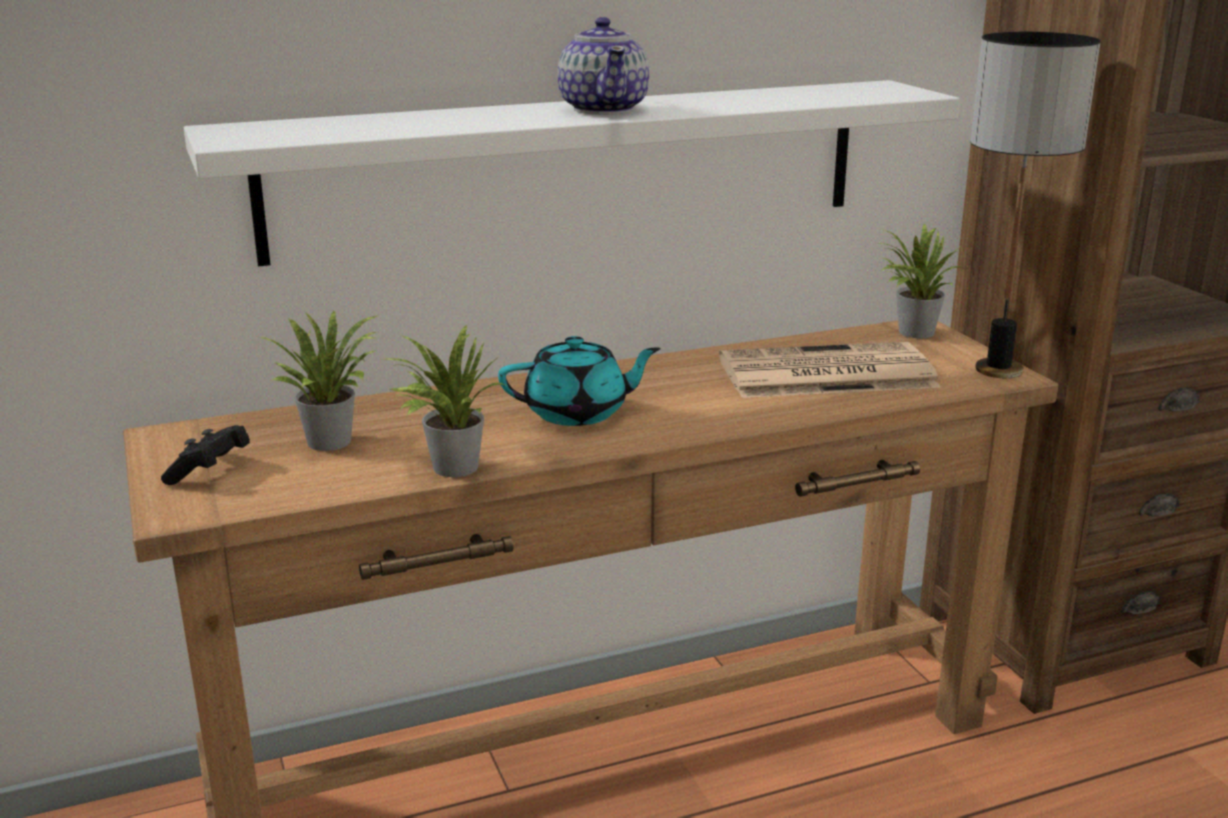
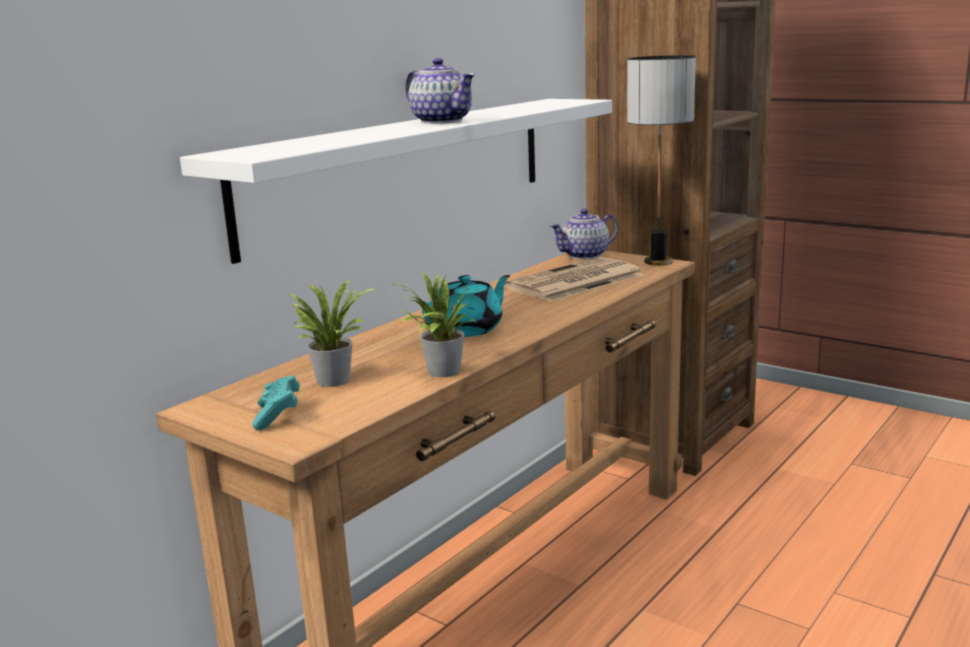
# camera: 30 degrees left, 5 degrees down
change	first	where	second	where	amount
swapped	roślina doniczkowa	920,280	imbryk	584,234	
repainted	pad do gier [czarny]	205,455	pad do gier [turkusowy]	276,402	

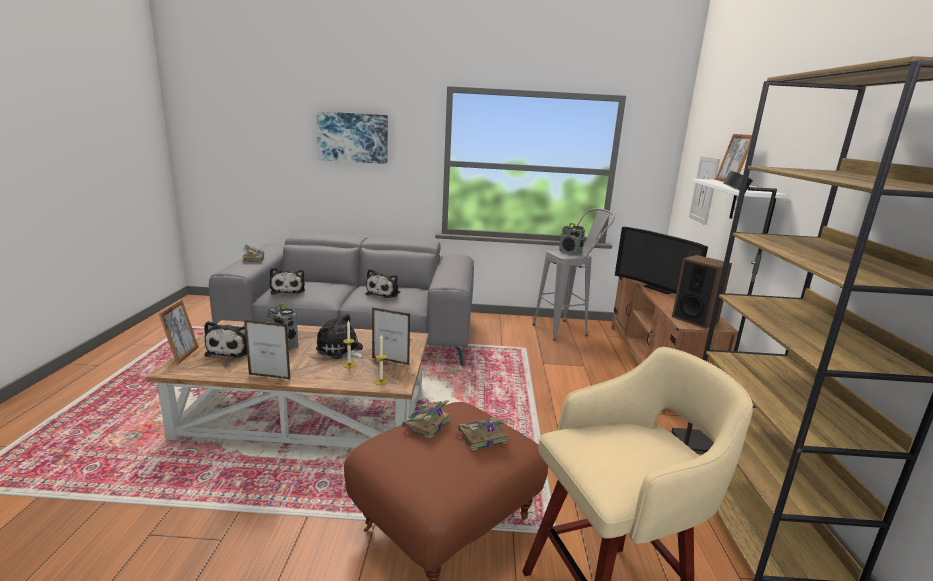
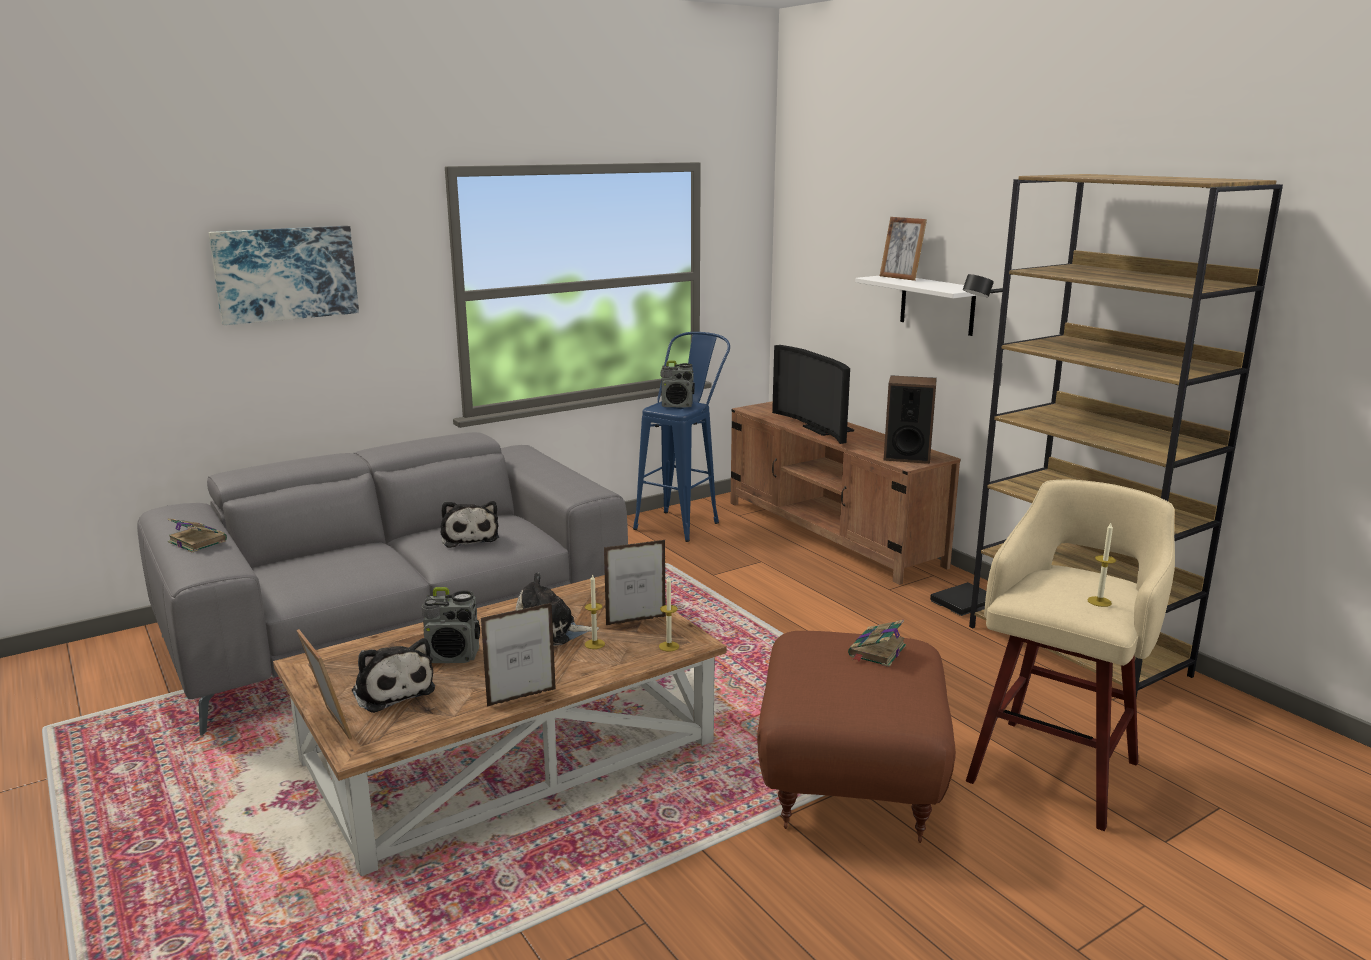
# camera: 35 degrees left, 0 degrees up
change	first	where	second	where	amount
gone	pluszak	287,281			
gone	książka	426,419			
gone	obraz	704,190			
new			świeca	1101,565	
repainted	stołek [szary]	573,274	stołek [niebieski]	681,437	
rotated	telewizor	661,260		813,394	45 degrees clockwise

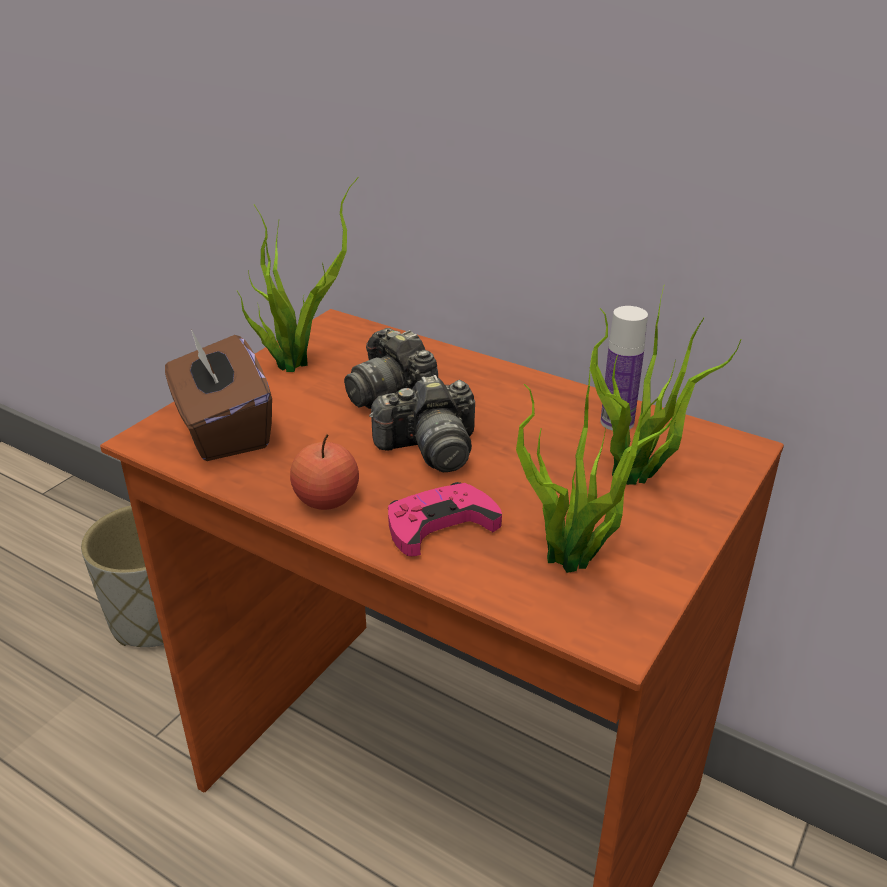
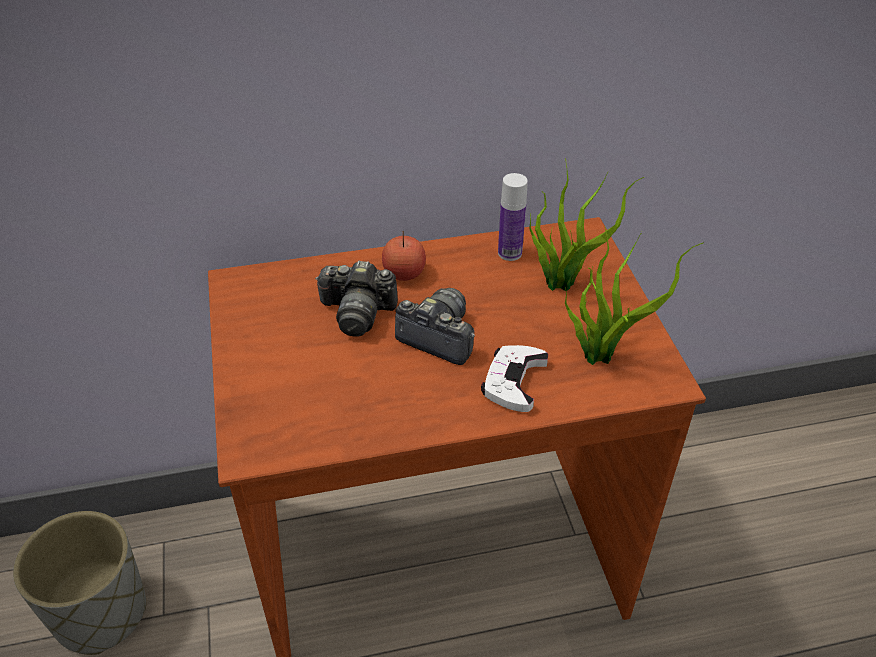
# camera: 45 degrees left, 10 degrees up
change	first	where	second	where	amount
gone	pudełko chusteczek [brązowy]	218,395			
gone	roślina doniczkowa	298,274			
shifted	jabłko	324,472		404,256	
repainted	pad do gier [różowy]	445,519	pad do gier [biały]	514,378	
rotated	aparat fotograficzny	422,423		435,326	90 degrees counterclockwise

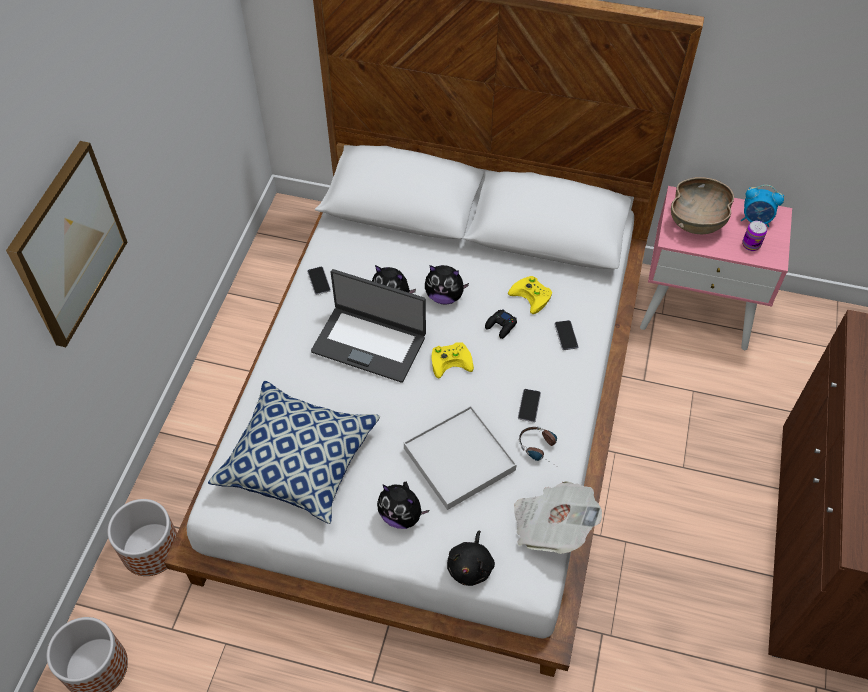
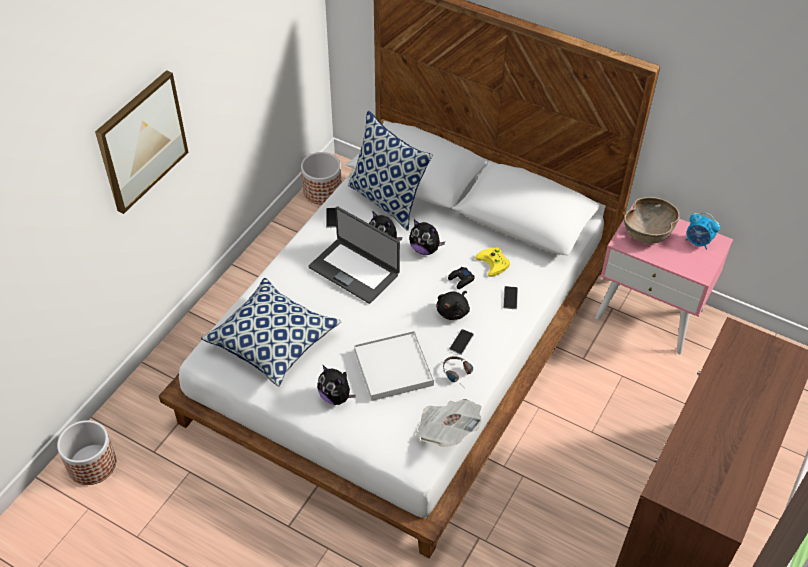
# camera: 15 degrees right, 5 degrees down
change	first	where	second	where	amount
gone	pad do gier [żółty]	452,360			
gone	puszka	754,236			
new			poduszka	390,171	
shifted	donica	142,537		321,178	
shifted	pluszak [czarny]	471,558		453,305	

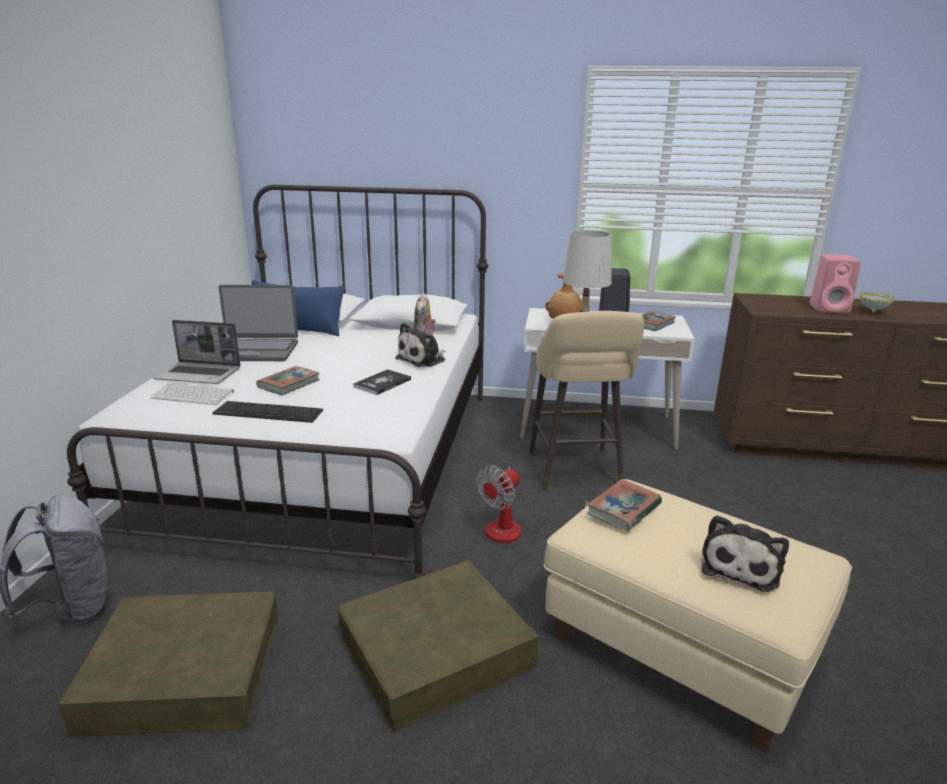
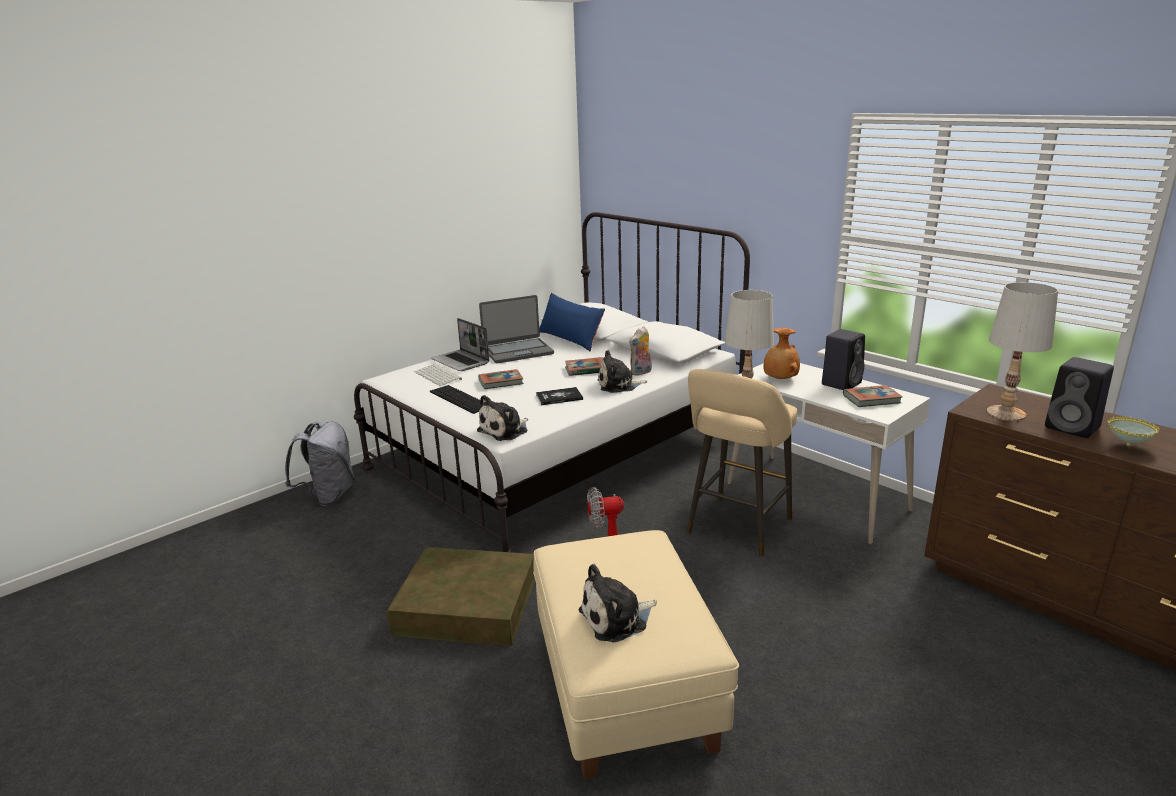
# camera: 40 degrees right, 0 degrees up
change	first	where	second	where	amount
gone	pojemnik do przechowywania [brązowy]	168,664			
new			pluszak	502,418	
new			lampa stołowa [biały]	1022,351	
shifted	książka	624,505		584,366	
repainted	głośnik [różowy]	835,283	głośnik [czarny]	1079,397	
rotated	laptop	258,323		516,329	60 degrees counterclockwise

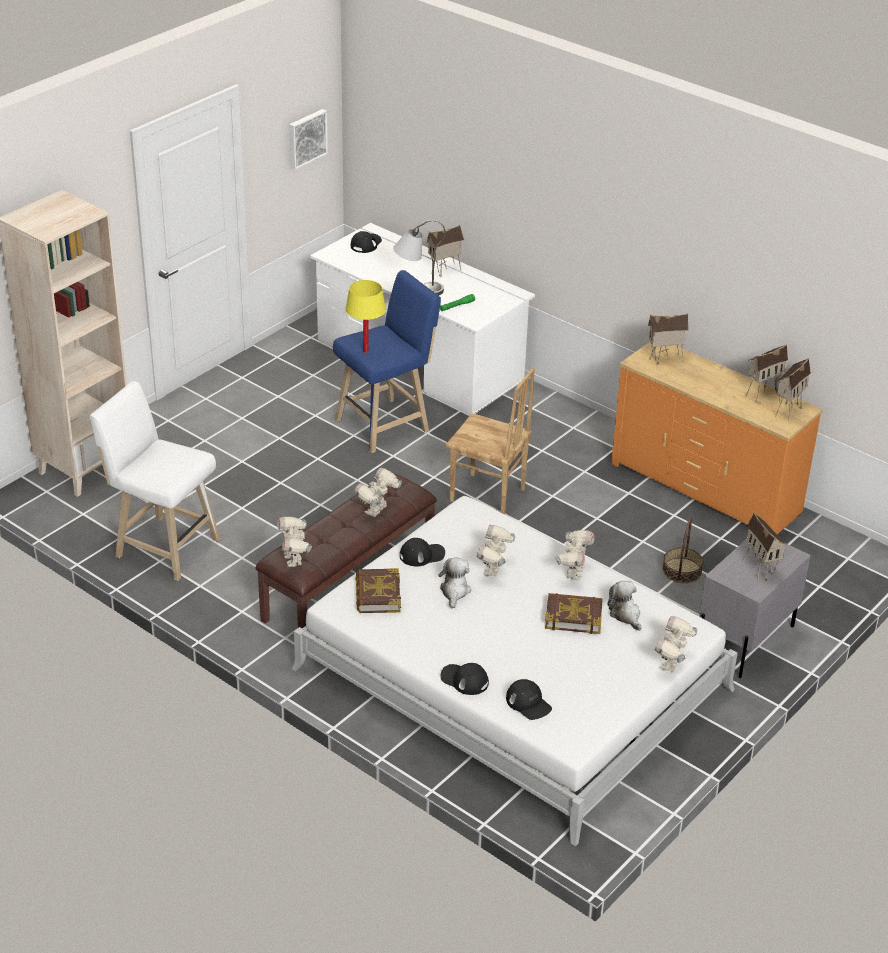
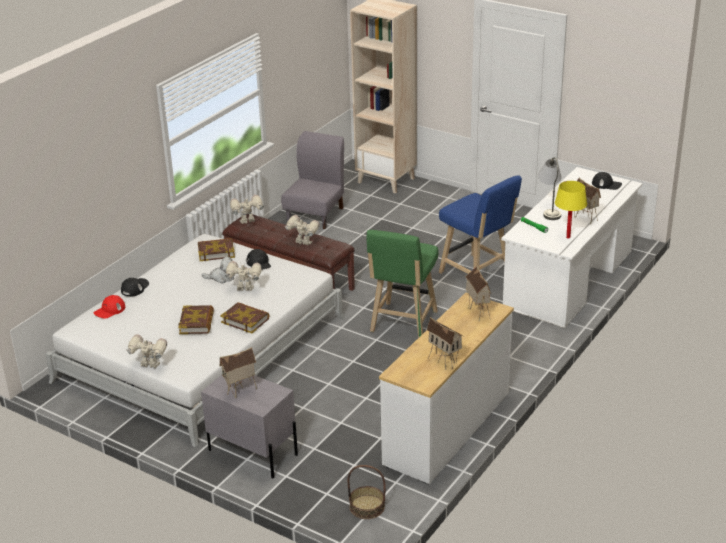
# camera: 85 degrees right, 5 degrees down
change	first	where	second	where	amount
gone	obraz	309,139			
gone	pluszak	624,606			
gone	domek	793,390			
shifted	lampa stołowa [żółty]	365,316		571,209	
shifted	koszyk	682,550		367,492	
swapped	stołek [biały]	155,481	krzesło [szary]	312,180	
swapped	krzesło [brązowy]	490,441	stołek [zielony]	402,284	
swapped	robot zabawkowy	574,555	książka	245,317	
repainted	czapka z daszkiem [czarny]	529,699	czapka z daszkiem [czerwony]	109,307	
repainted	komoda [pomarańczowy]	717,437	komoda [biały]	446,388	

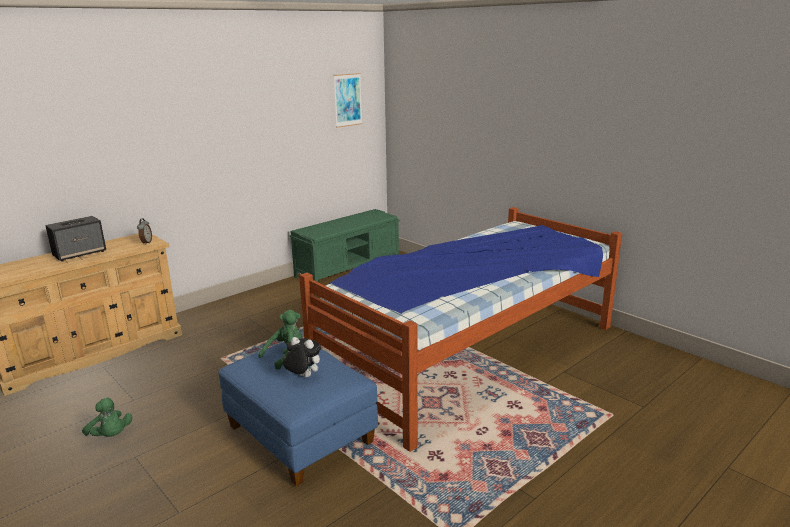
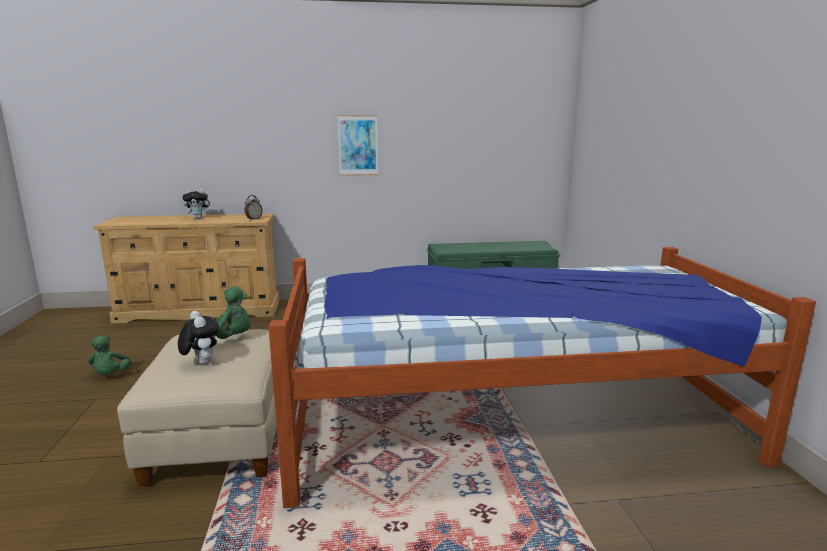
# camera: 35 degrees right, 5 degrees down
change	first	where	second	where	amount
shifted	obraz	348,100		358,145	
swapped	głośnik	75,239	pluszak	197,204	
repainted	pufa [niebieski]	298,414	pufa [beżowy]	197,408	

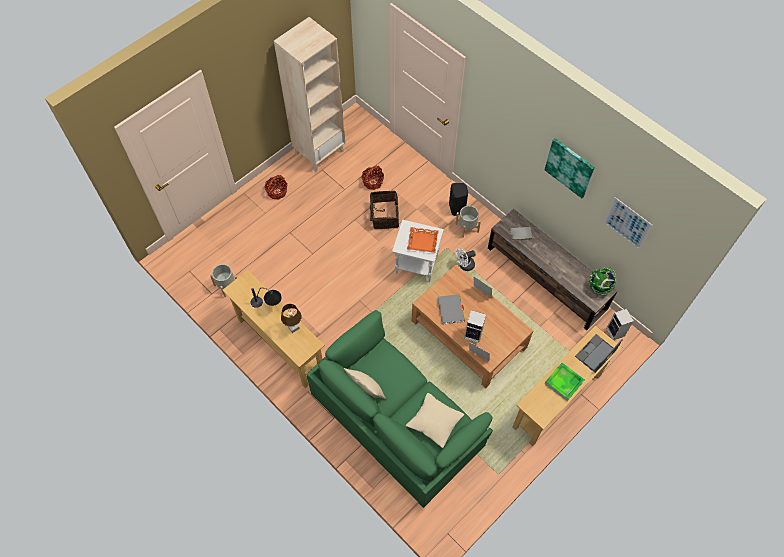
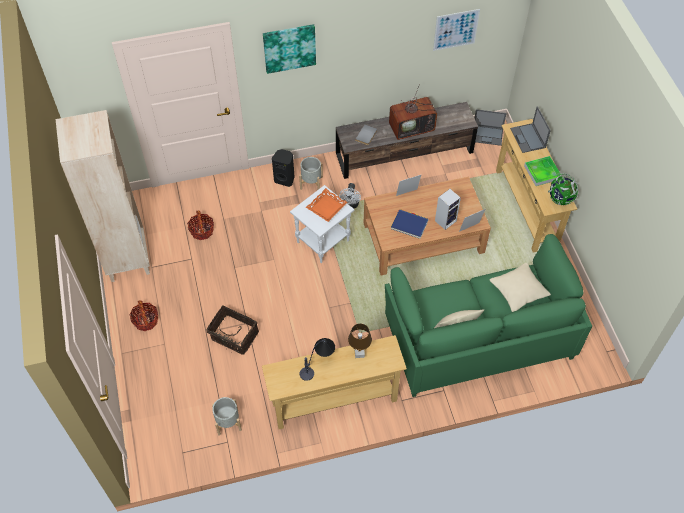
# camera: 60 degrees left, 5 degrees down
change	first	where	second	where	amount
new			telewizor	413,112	
shifted	koszyk	381,210		232,330	
shifted	obraz	570,168		289,49	
shifted	globus	602,281		563,189	
swapped	głośnik	620,324	laptop	490,127	
repainted	książka [szary]	451,309	książka [niebieski]	410,224	

